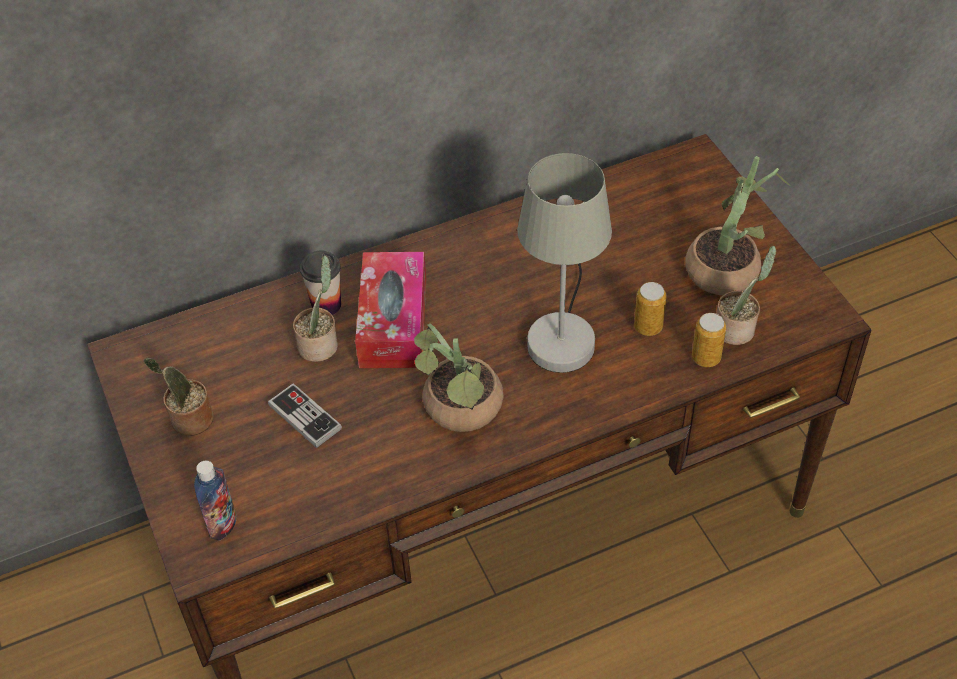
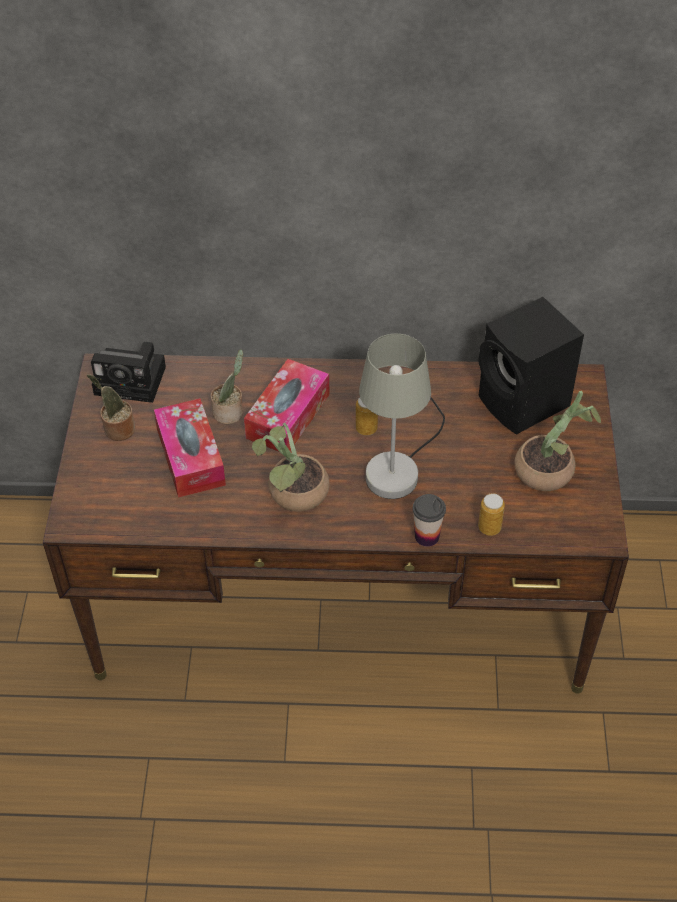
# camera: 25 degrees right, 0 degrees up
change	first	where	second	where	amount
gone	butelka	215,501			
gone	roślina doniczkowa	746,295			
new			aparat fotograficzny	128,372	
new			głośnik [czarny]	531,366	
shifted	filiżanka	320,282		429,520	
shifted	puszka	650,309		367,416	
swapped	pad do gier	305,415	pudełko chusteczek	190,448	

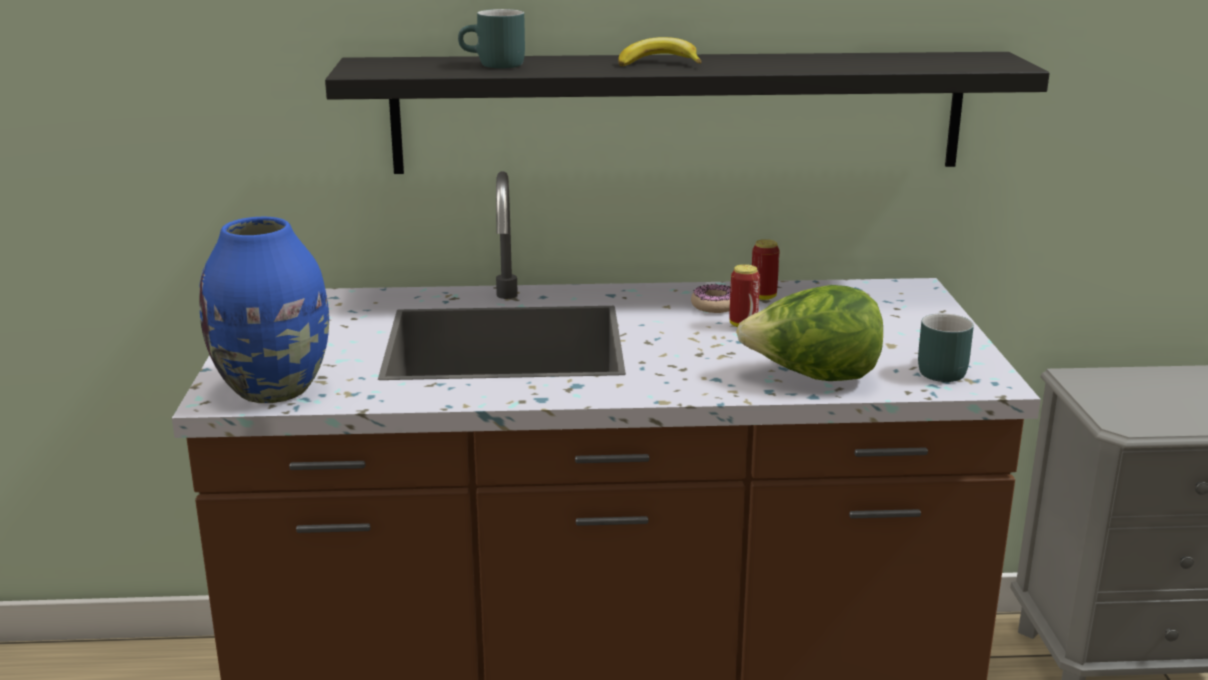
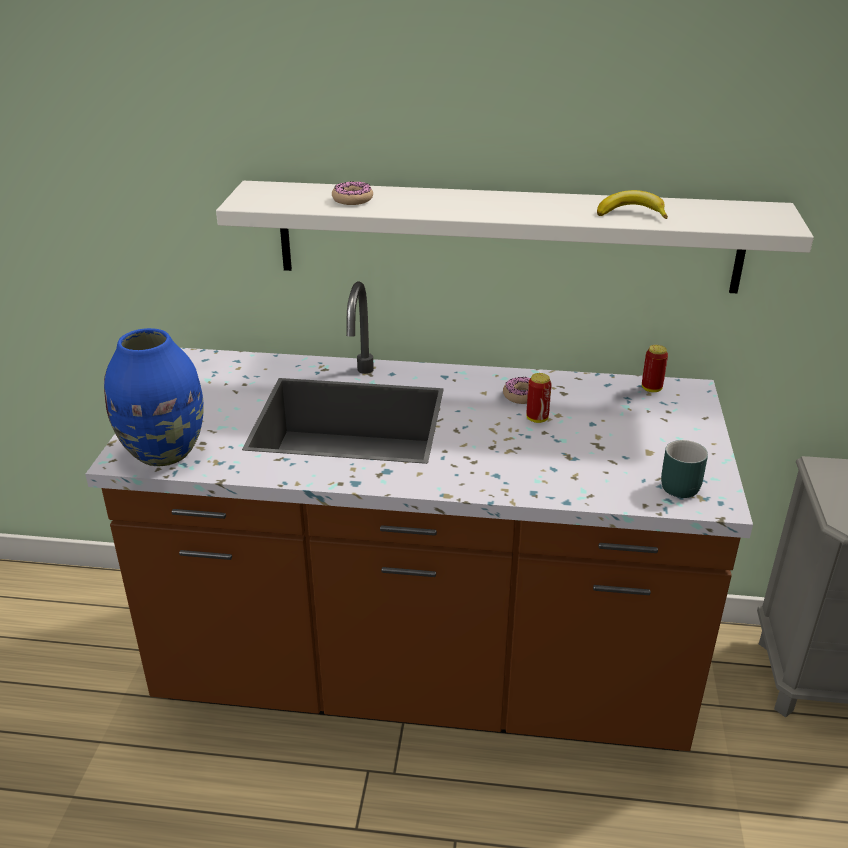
# camera: 10 degrees right, 10 degrees up
change	first	where	second	where	amount
gone	sałata	809,333			
shifted	banan	660,51		632,204	
shifted	puszka	765,269		655,368	
swapped	kubek [turkusowy]	491,38	donut	352,193	
repainted	półka [czarny]	687,113	półka [biały]	515,237	

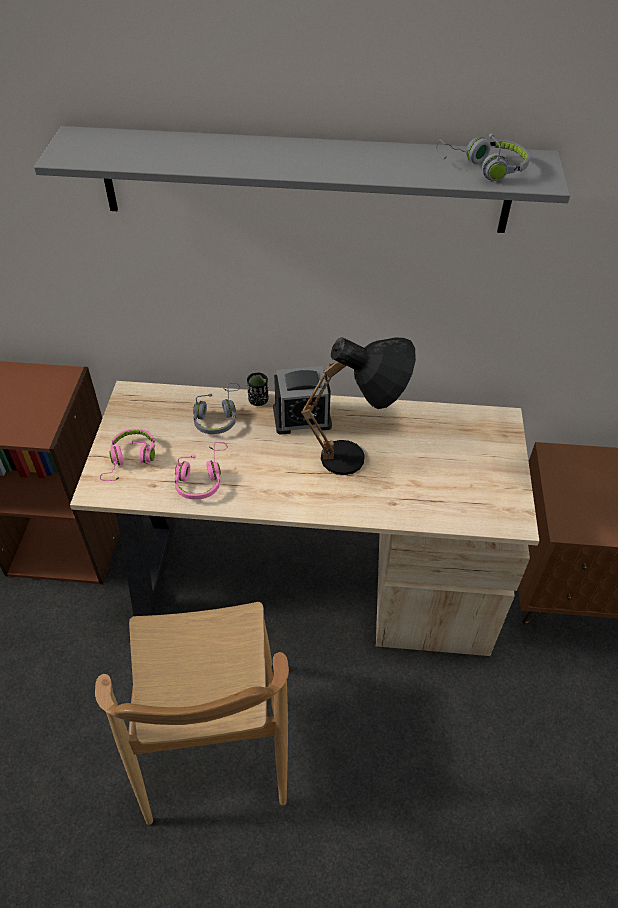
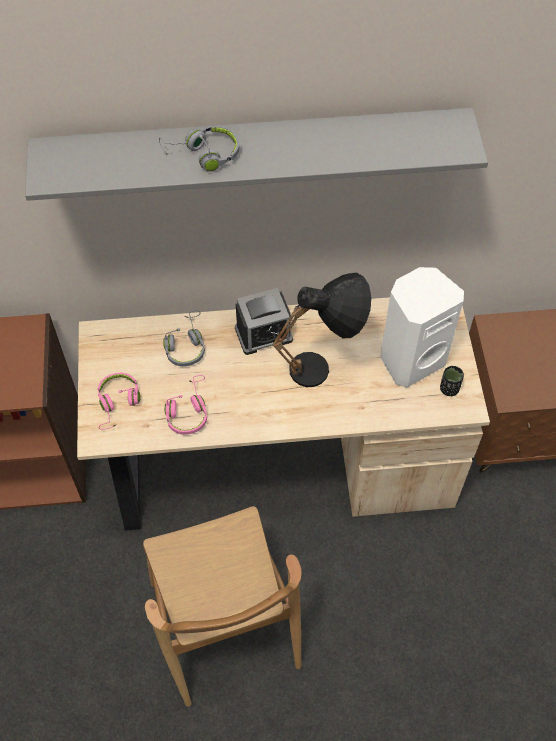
# camera: 10 degrees left, 10 degrees up
change	first	where	second	where	amount
new			głośnik [biały]	422,327	
shifted	filiżanka [czarny]	257,389		452,381	
shifted	słuchawki [szary]	483,157		199,148	

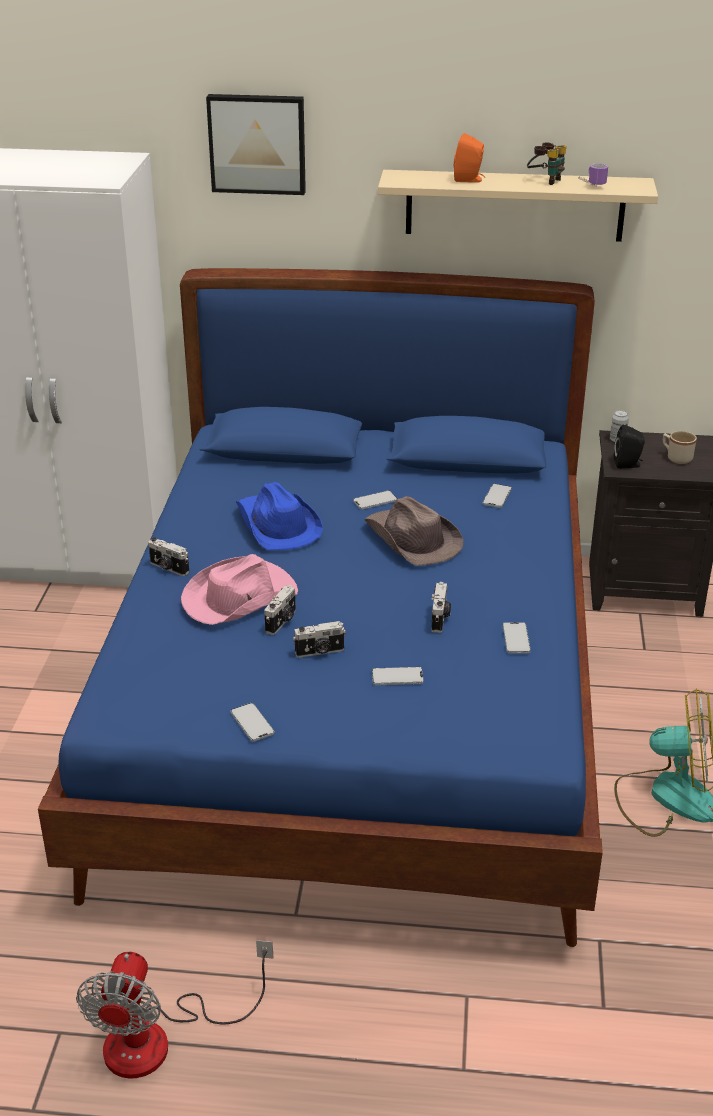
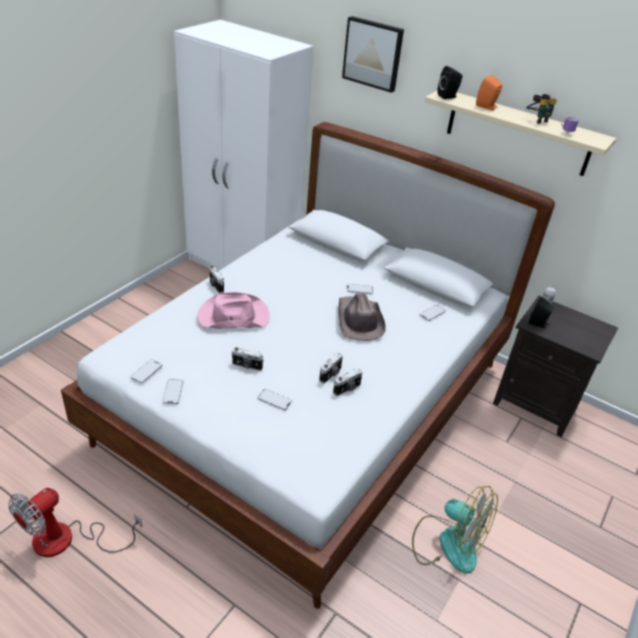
# camera: 25 degrees right, 5 degrees up
change	first	where	second	where	amount
gone	kapelusz [niebieski]	279,516			
gone	kubek [beżowy]	680,447			
new			głośnik [czarny]	449,82	
shifted	aparat fotograficzny	280,610		347,382	
shifted	telefon	517,638		146,372	
repainted	łóżko [niebieski]	320,607	łóżko [biały]	308,365	

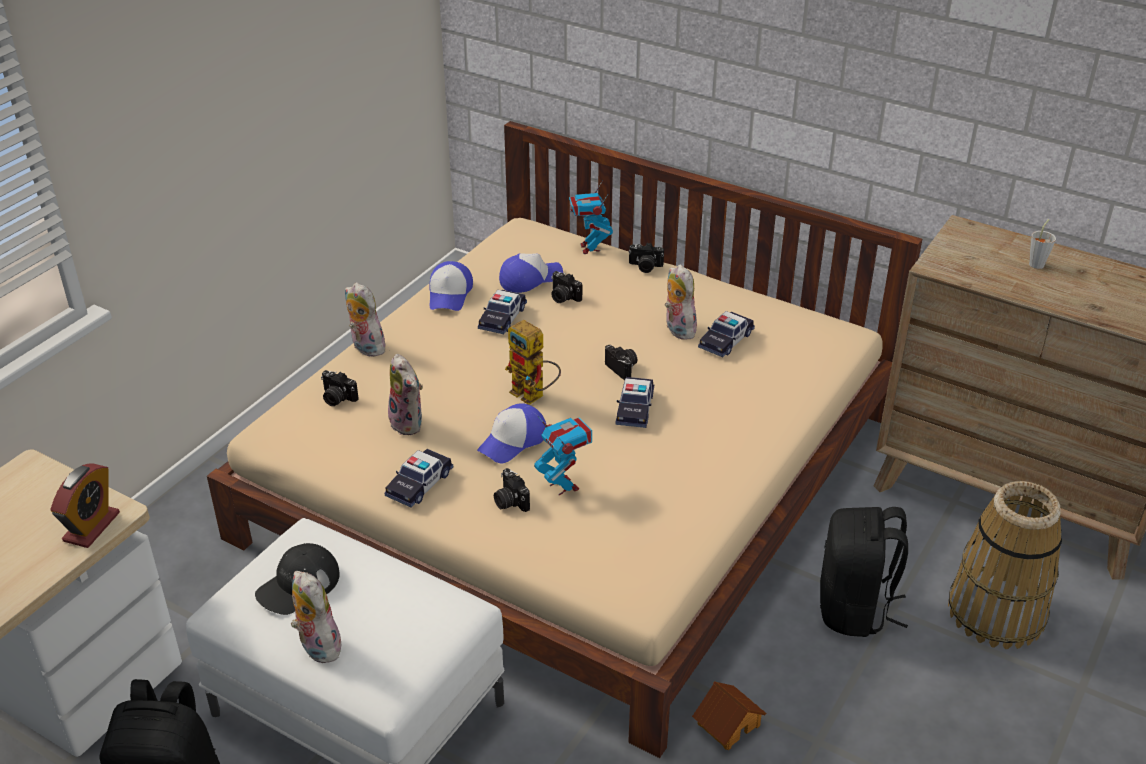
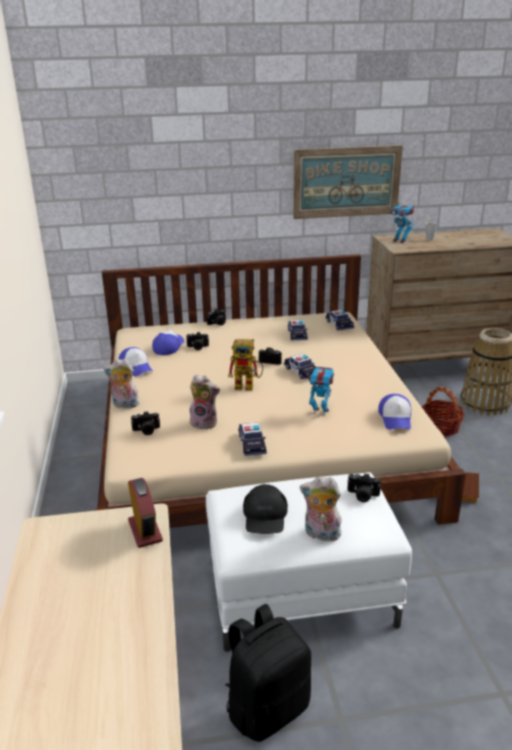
# camera: 40 degrees left, 10 degrees down
change	first	where	second	where	amount
gone	pluszak	681,302			
new			obraz	348,182	
shifted	czapka z daszkiem	511,433		394,412	
shifted	samochodzik	502,312		340,320	
shifted	aparat fotograficzny	512,490		364,487	
shifted	robot zabawkowy	591,217		403,220	
swapped	plecak [czarny]	864,572	koszyk	443,411	

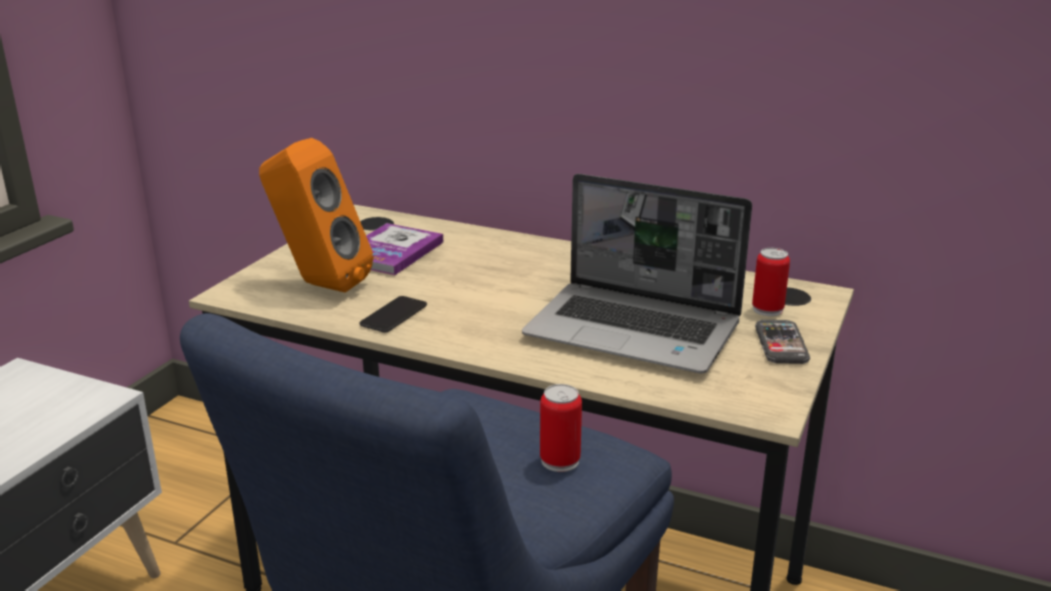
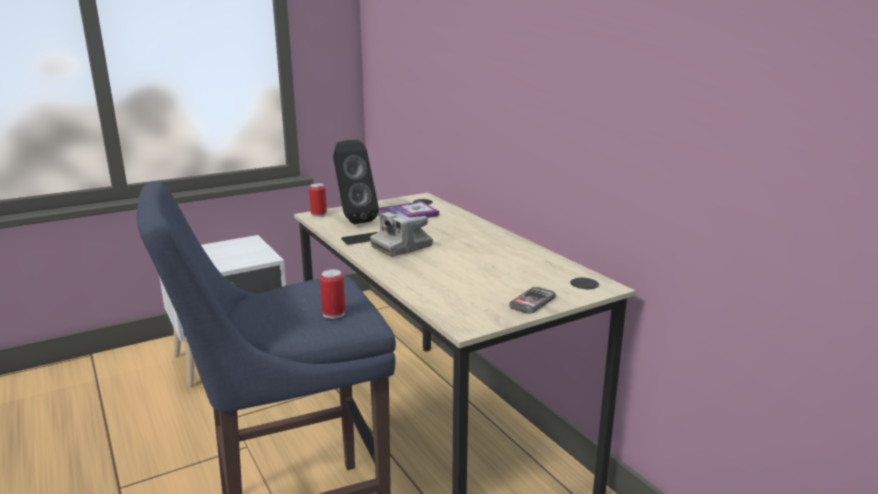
# camera: 35 degrees right, 5 degrees down
change	first	where	second	where	amount
gone	laptop	637,273			
new			aparat fotograficzny	401,234	
shifted	puszka	771,282		318,200	
repainted	głośnik [pomarańczowy]	316,215	głośnik [czarny]	356,182	

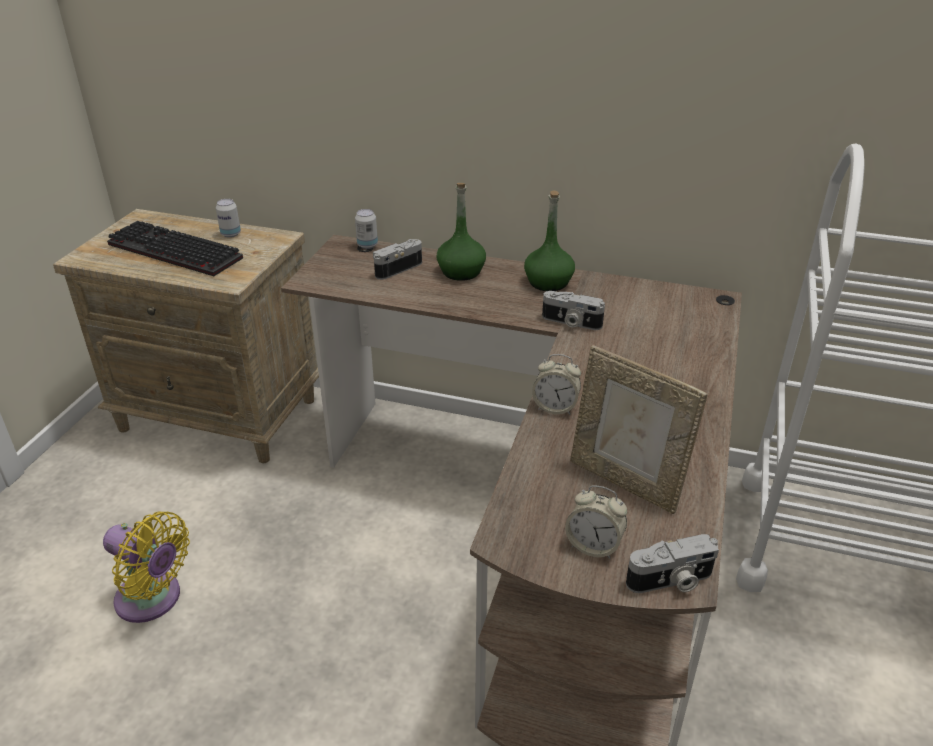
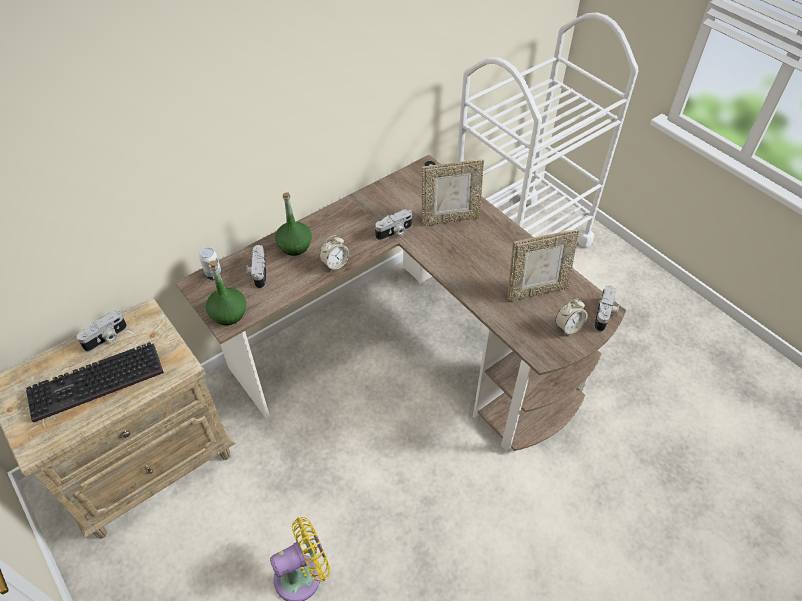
# camera: 55 degrees left, 15 degrees up
change	first	where	second	where	amount
new			ramka na zdjęcie	453,192	
shifted	butelka [zielony]	549,240		226,292	
shifted	budzik	556,384		334,253	
swapped	puszka	228,218	aparat fotograficzny	102,331	

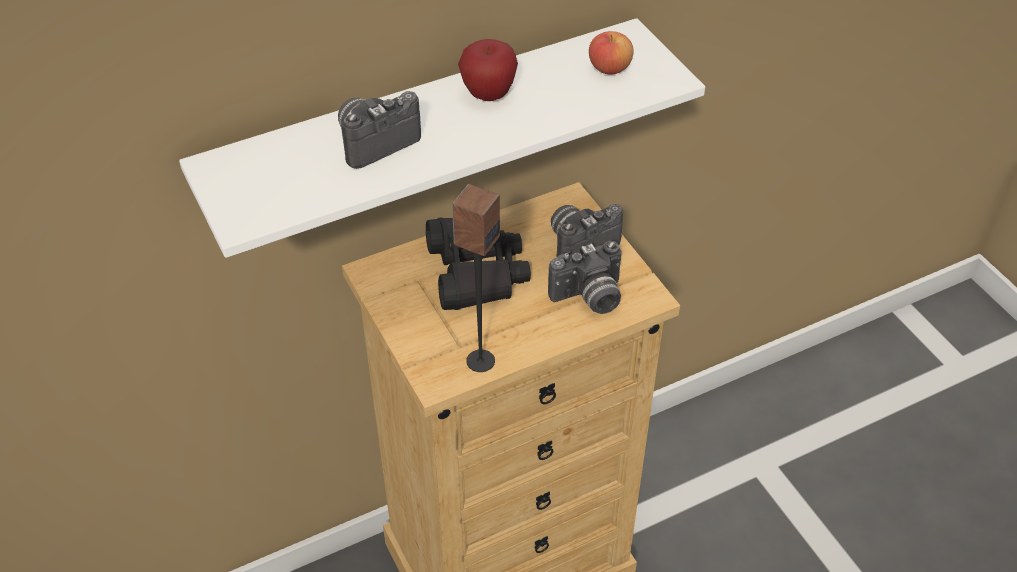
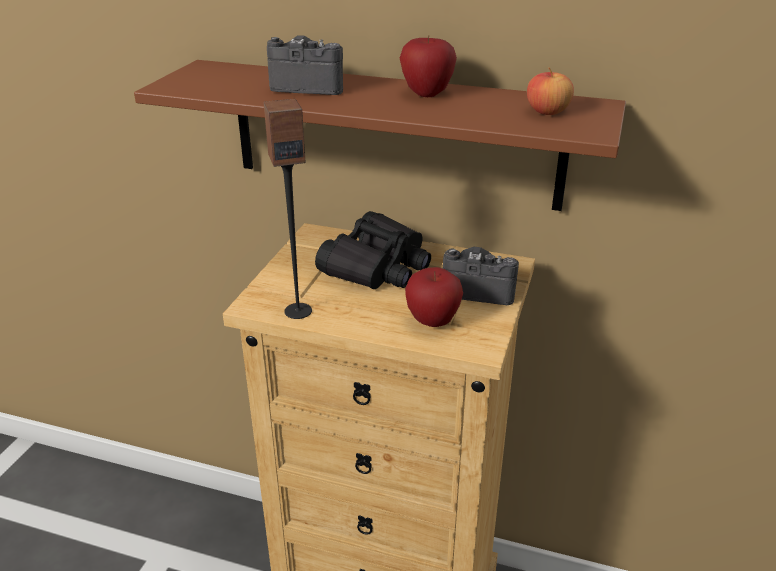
# camera: 45 degrees right, 15 degrees down
change	first	where	second	where	amount
swapped	aparat fotograficzny	585,277	jabłko	434,297	
repainted	półka [biały]	442,138	półka [brązowy]	380,135	

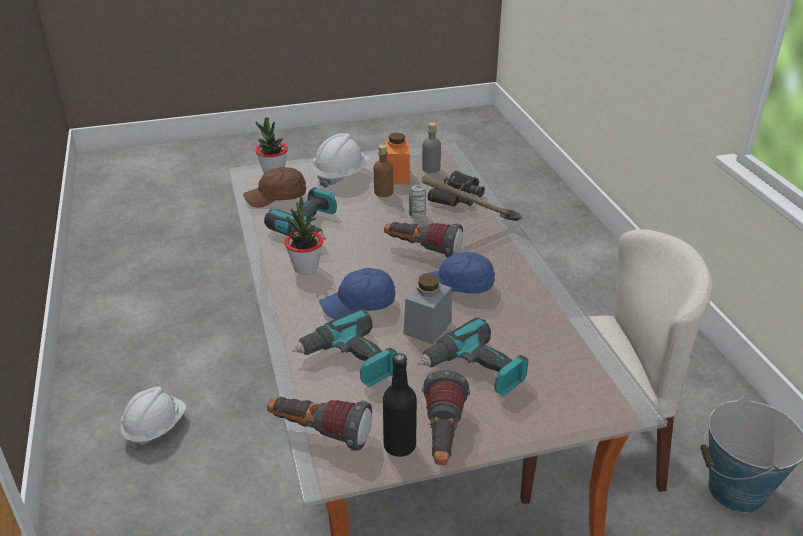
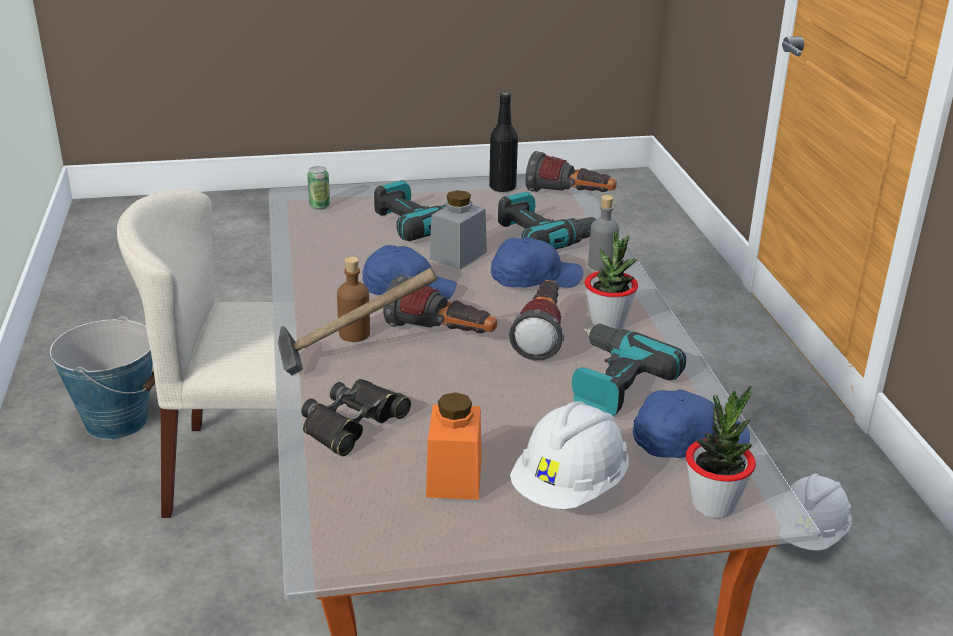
# camera: 175 degrees left, 5 degrees down
change	first	where	second	where	amount
shifted	butelka [brązowy]	383,171		353,299	
shifted	puszka	417,201		318,187	
shifted	butelka [szary]	431,148		603,233	
shifted	latarka	446,417		536,320	
repainted	czapka z daszkiem [brązowy]	275,187	czapka z daszkiem [niebieski]	691,423	

